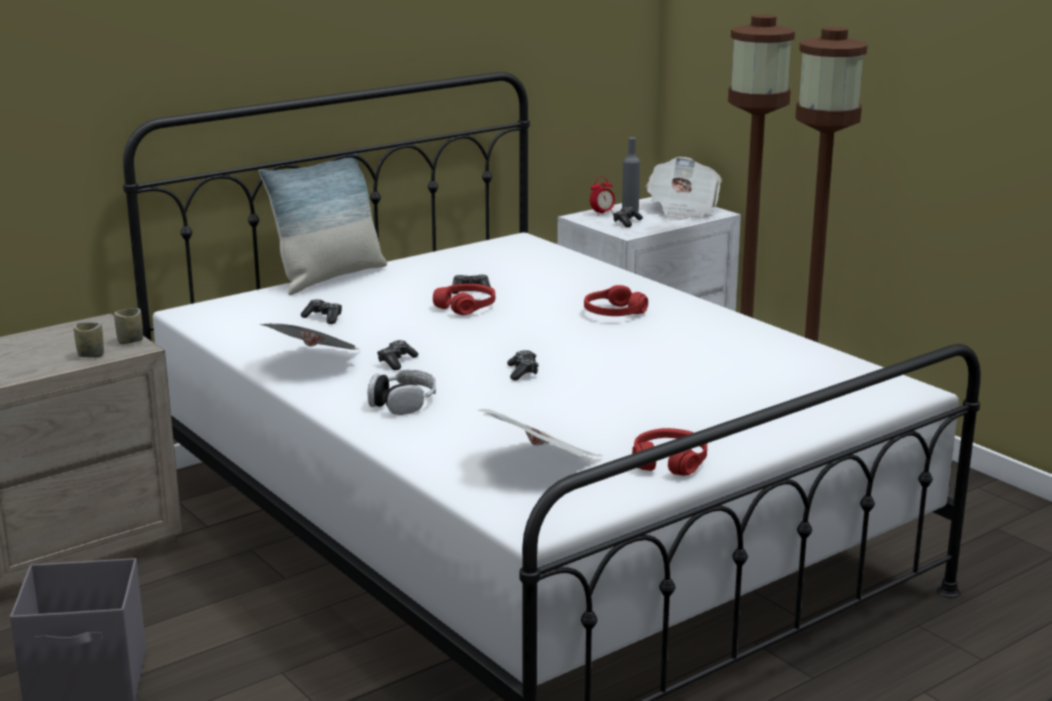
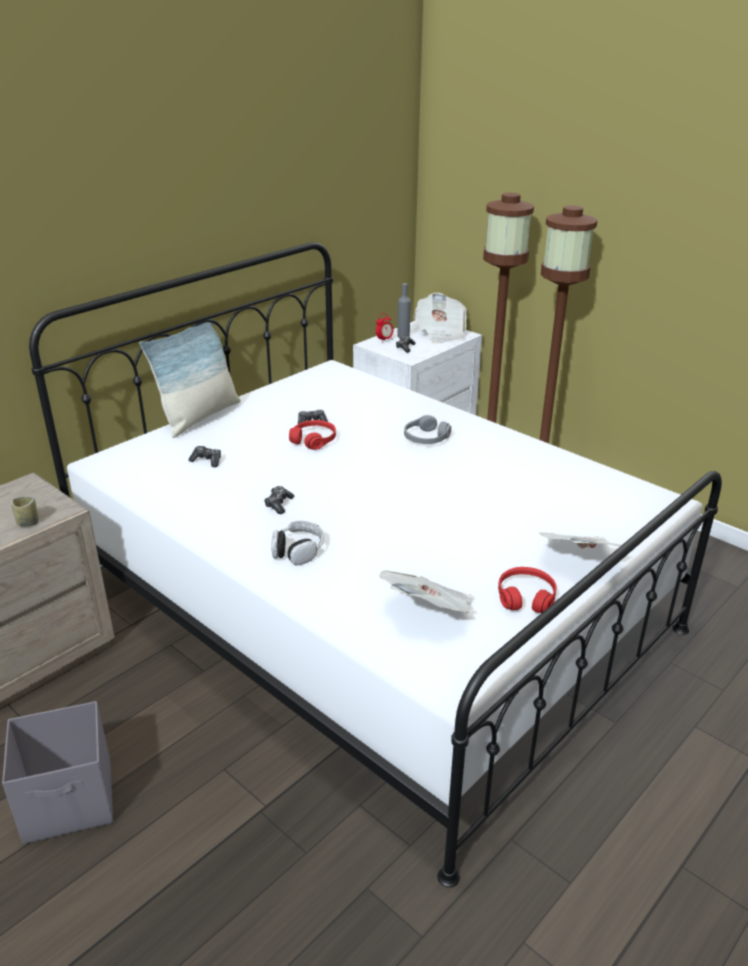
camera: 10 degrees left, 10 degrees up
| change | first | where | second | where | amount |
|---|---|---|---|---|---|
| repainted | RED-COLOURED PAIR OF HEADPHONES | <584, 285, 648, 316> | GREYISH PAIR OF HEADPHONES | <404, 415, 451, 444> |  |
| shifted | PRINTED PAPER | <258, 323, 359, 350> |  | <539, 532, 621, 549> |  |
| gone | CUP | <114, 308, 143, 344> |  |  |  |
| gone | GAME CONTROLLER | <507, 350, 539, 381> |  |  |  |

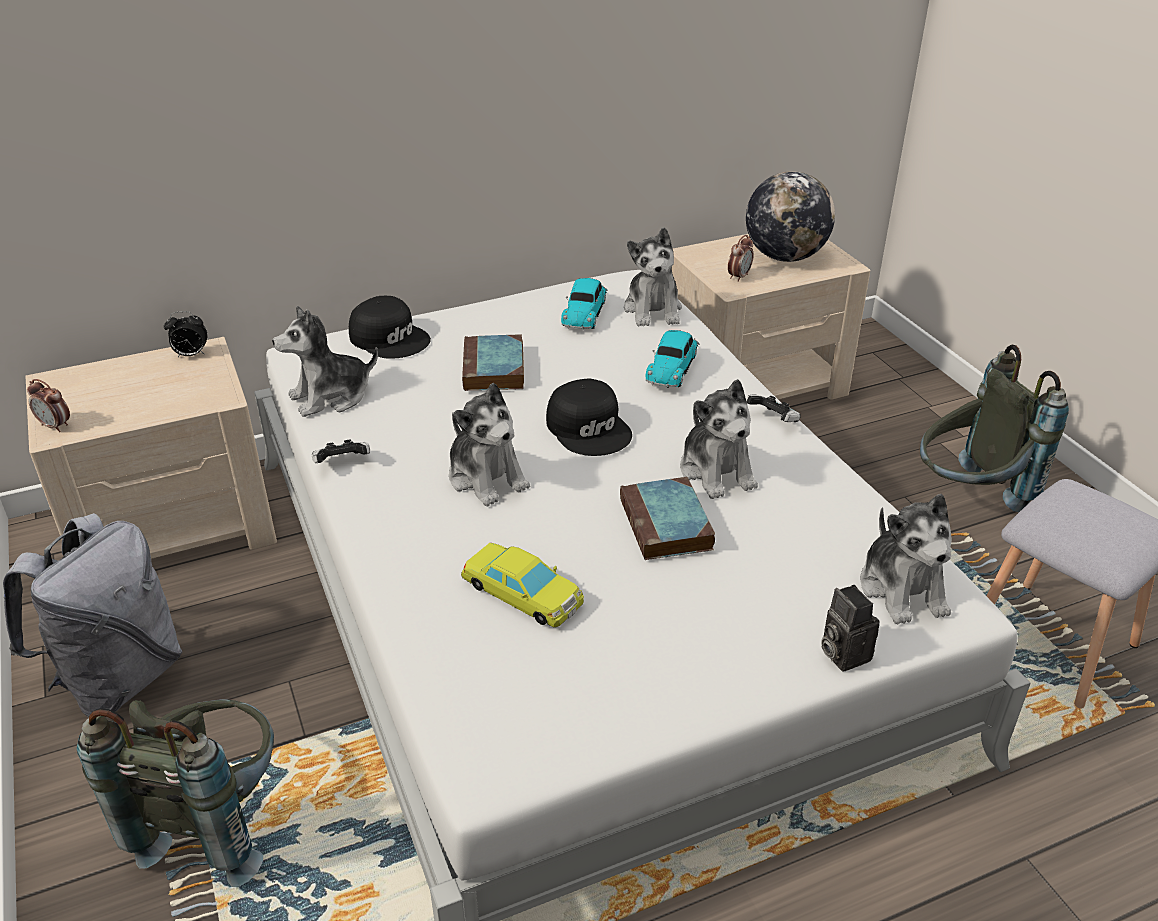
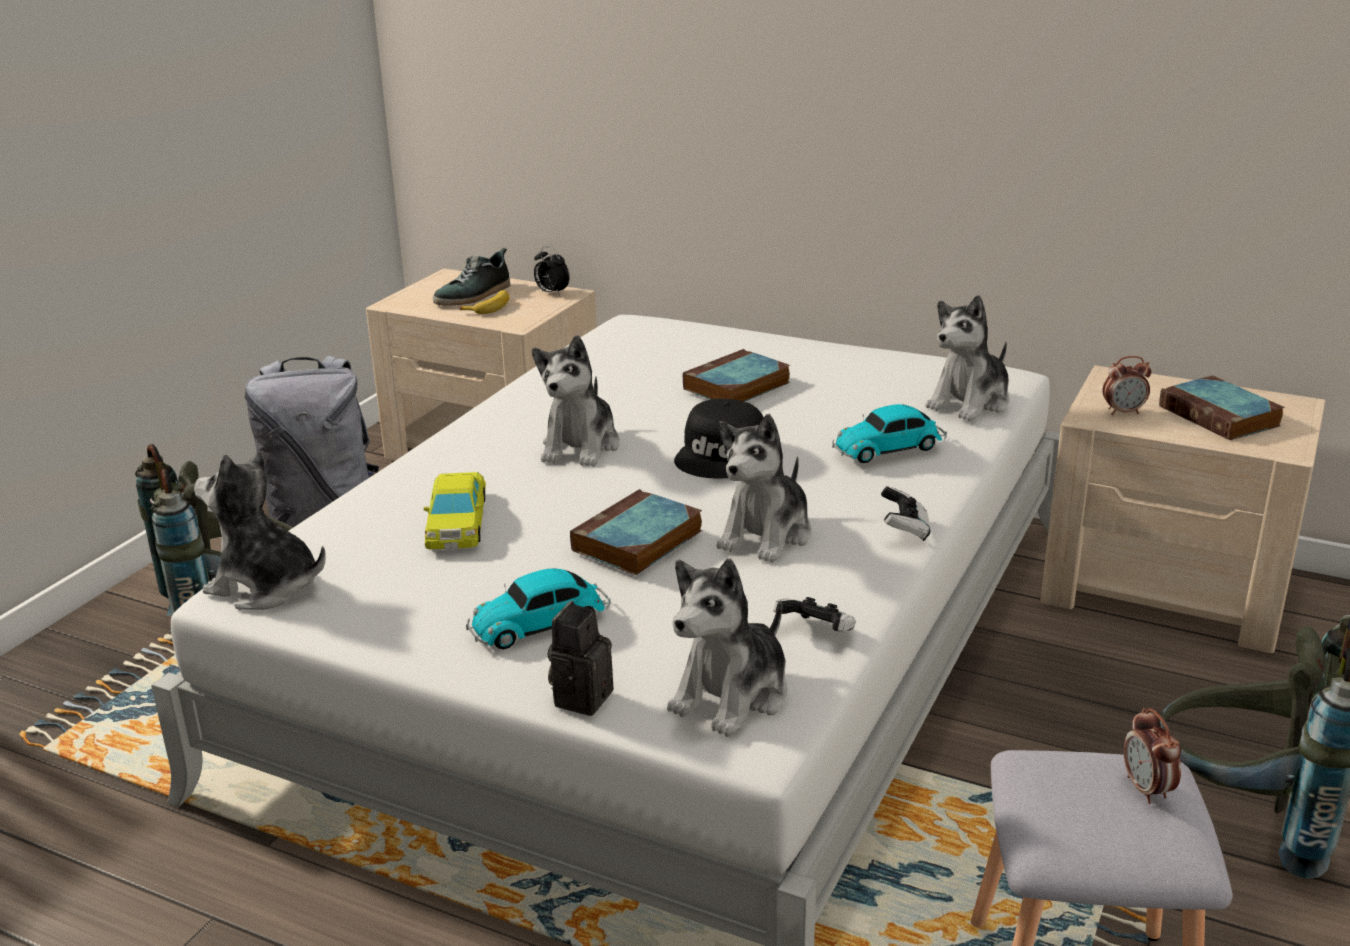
camera: 50 degrees right, 10 degrees down
| change | first | where | second | where | amount |
|---|---|---|---|---|---|
| shifted | PLUSH TOY | <272, 306, 378, 417> |  | <194, 450, 326, 610> |  |
| new |  |  | SHOE | <433, 248, 510, 306> |  |
| new |  |  | BANANA | <460, 290, 510, 314> |  |
| shifted | MINIATURE CAR | <561, 278, 608, 330> |  | <466, 568, 611, 649> |  |
| shifted | GAME CONTROLLER | <312, 439, 370, 463> |  | <773, 597, 856, 632> |  |
| shifted | BEDSIDE CLOCK | <27, 379, 70, 432> |  | <1124, 708, 1181, 804> |  |
| swapped | DESK GLOBE | <746, 171, 835, 262> | BOUND BOOK | <1159, 375, 1285, 440> |  |
| gone | BLACK CAP | <349, 296, 431, 359> |  |  |  |

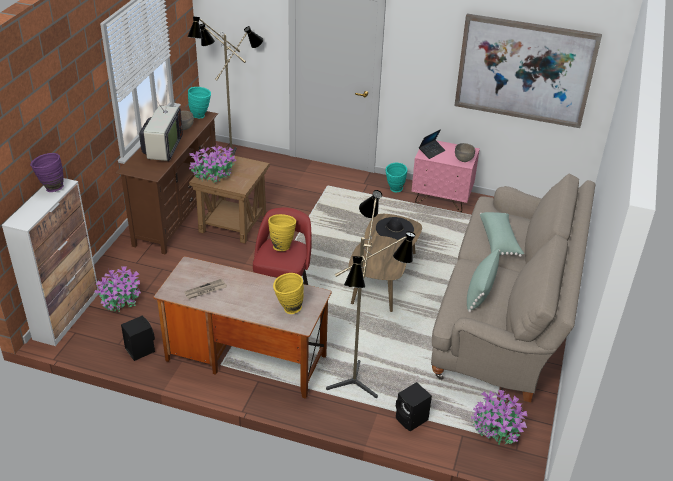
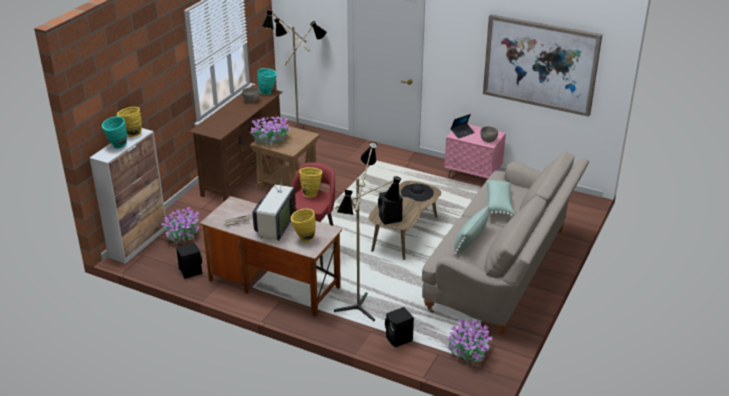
camera: 10 degrees right, 5 degrees down
| change | first | where | second | where | amount |
|---|---|---|---|---|---|
| shifted | TURQUOISE-COLOURED FLOWER VASE | <386, 162, 407, 192> |  | <102, 116, 127, 149> |  |
| repainted | PURPLE-COLOURED FLOWER VASE | <30, 153, 64, 192> | YELLOW-COLOURED FLOWER VASE | <116, 107, 142, 137> |  |
| shifted | TELEVISION | <139, 93, 183, 162> |  | <253, 164, 296, 241> |  |
| new |  |  | BLACK LOUDSPEAKER | <378, 192, 403, 225> |  |

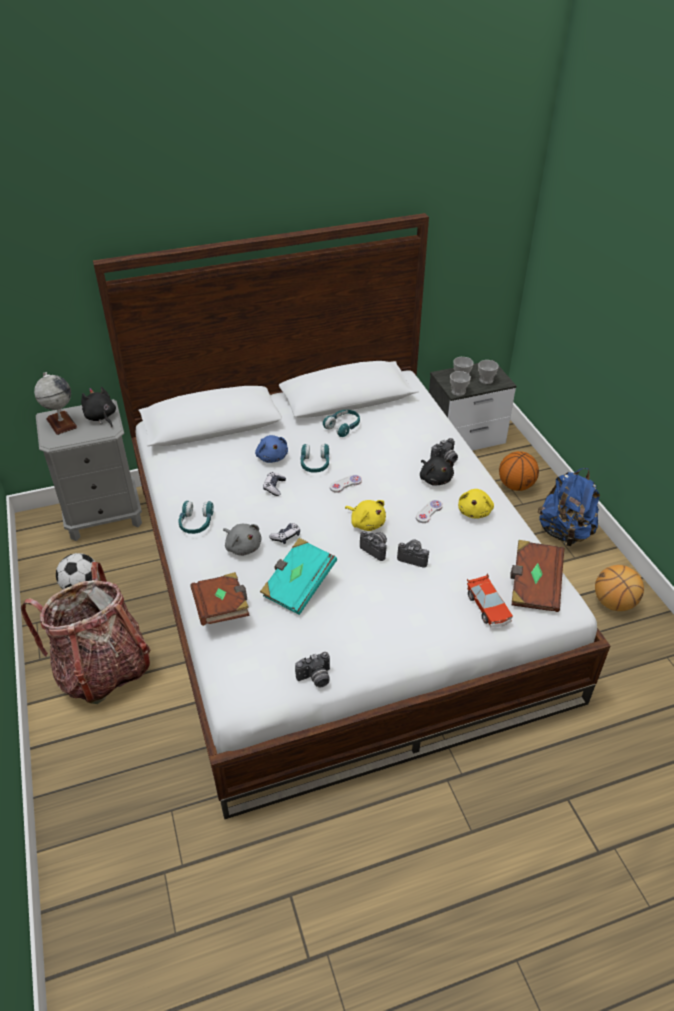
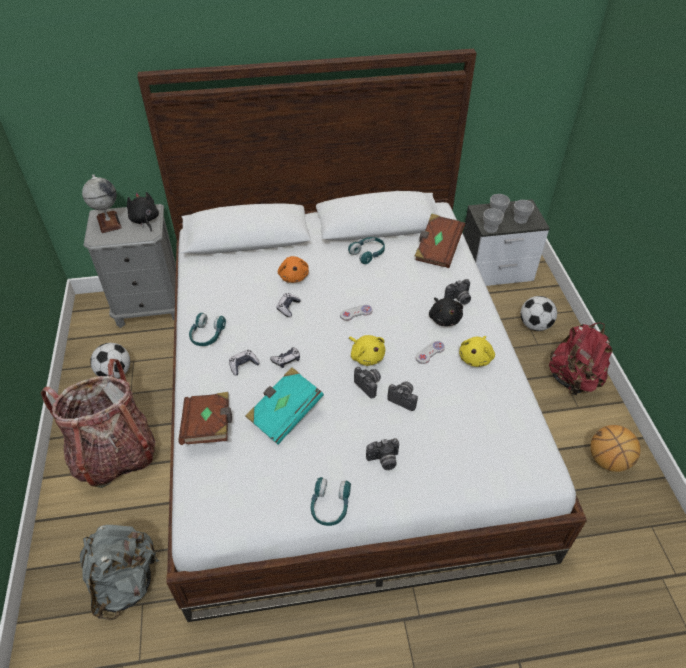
camera: 10 degrees right, 5 degrees up
| change | first | where | second | where | amount |
|---|---|---|---|---|---|
| new |  |  | GREYISH RUCKSACK | <80, 525, 160, 620> |  |
| swapped | GREYISH PLUSH TOY | <223, 524, 261, 556> | GAME CONTROLLER | <229, 350, 260, 375> |  |
| repainted | BLUE-COLOURED PLUSH TOY | <255, 435, 288, 463> | ORANGE-COLOURED PLUSH TOY | <278, 256, 309, 283> |  |
| shifted | TURQUOISE-COLOURED PAIR OF HEADPHONES | <301, 444, 329, 473> |  | <311, 477, 351, 526> |  |
| shifted | PHOTO CAMERA | <295, 652, 330, 688> |  | <366, 438, 399, 470> |  |
| shifted | BROWN BOUND BOOK | <510, 540, 564, 612> |  | <415, 214, 465, 268> |  |
| swapped | BALL FOR BASKETBALL | <499, 451, 539, 491> | BALL FOR FOOTBALL | <521, 296, 557, 331> |  |
| repainted | BLUE-COLOURED RUCKSACK | <538, 468, 600, 546> | RED-COLOURED RUCKSACK | <549, 322, 613, 395> |  |
| gone | MINIATURE CAR | <467, 574, 513, 628> |  |  |  |

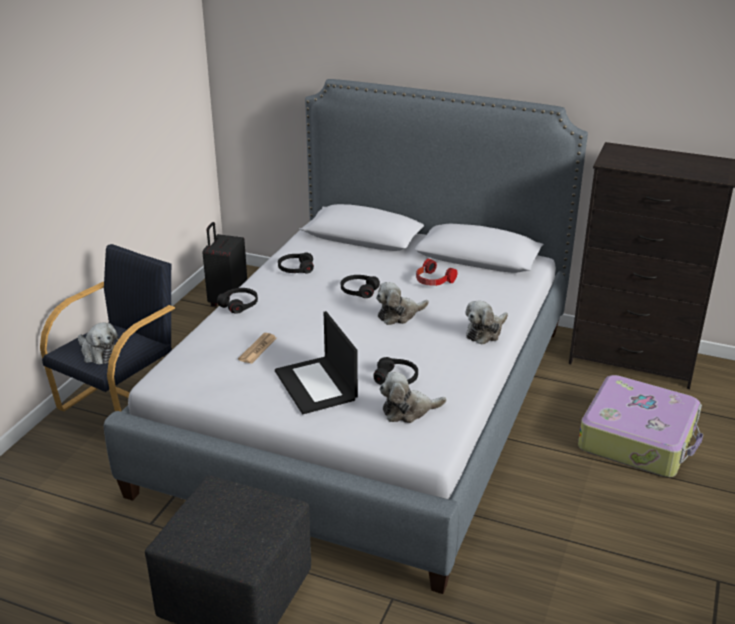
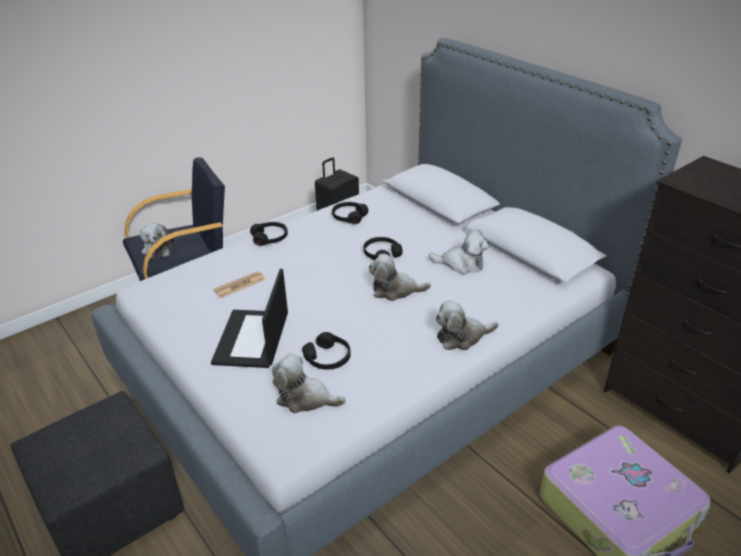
camera: 30 degrees right, 5 degrees up
| change | first | where | second | where | amount |
|---|---|---|---|---|---|
| swapped | PAIR OF HEADPHONES | <416, 259, 458, 286> | PLUSH TOY | <429, 230, 489, 275> |  |

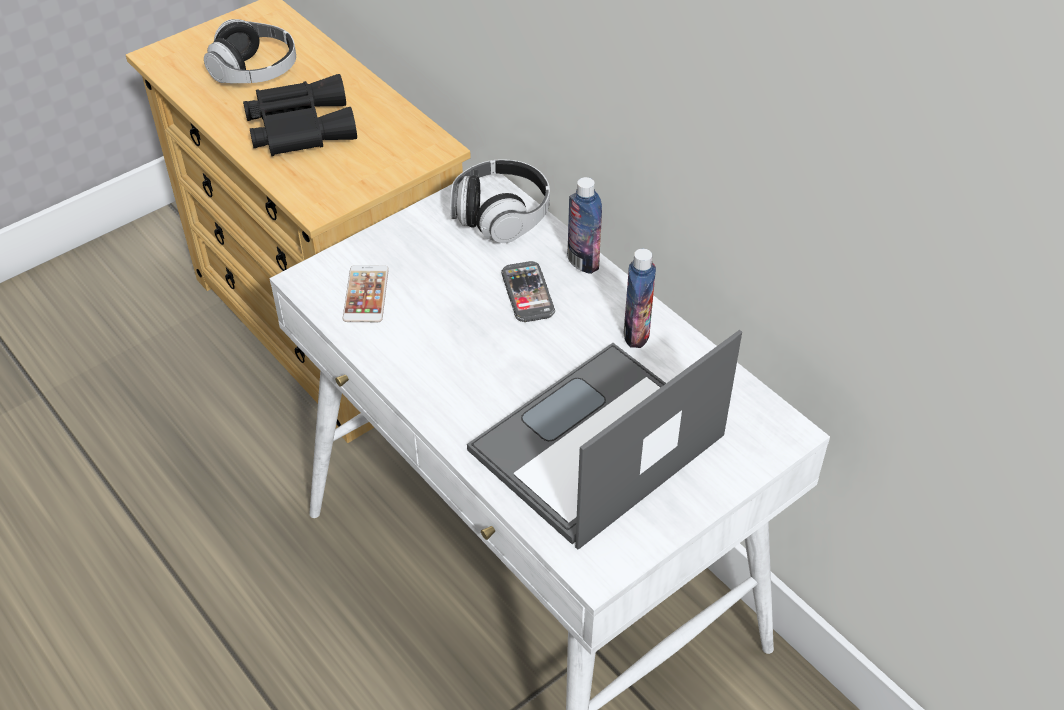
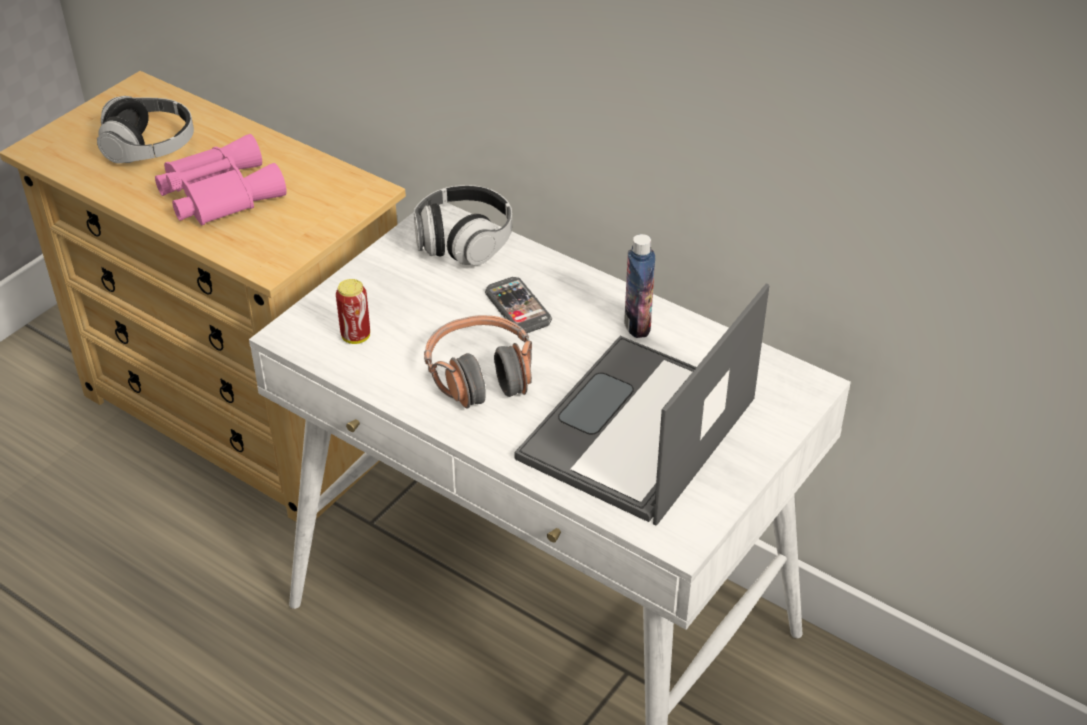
camera: 15 degrees left, 5 degrees down
| change | first | where | second | where | amount |
|---|---|---|---|---|---|
| repainted | BLACK FIELD GLASSES | <243, 74, 357, 156> | PINKISH FIELD GLASSES | <155, 134, 287, 225> |  |
| swapped | PHONE | <343, 265, 389, 322> | CAN | <336, 279, 370, 344> |  |
| new |  |  | PAIR OF HEADPHONES | <424, 315, 532, 409> |  |
| gone | BOTTLE | <567, 177, 602, 274> |  |  |  |

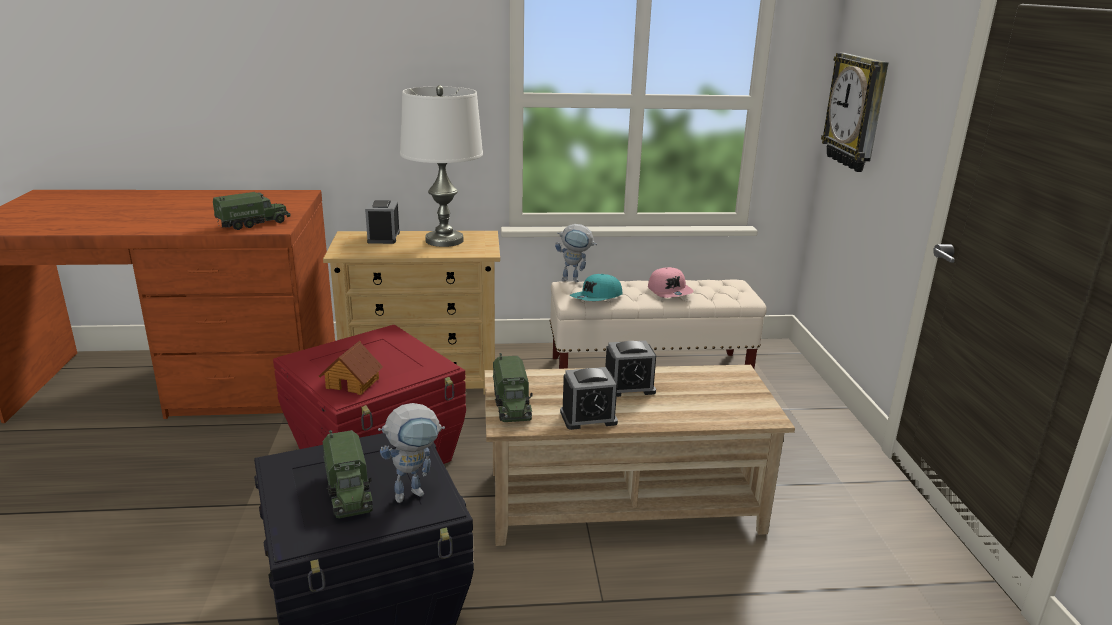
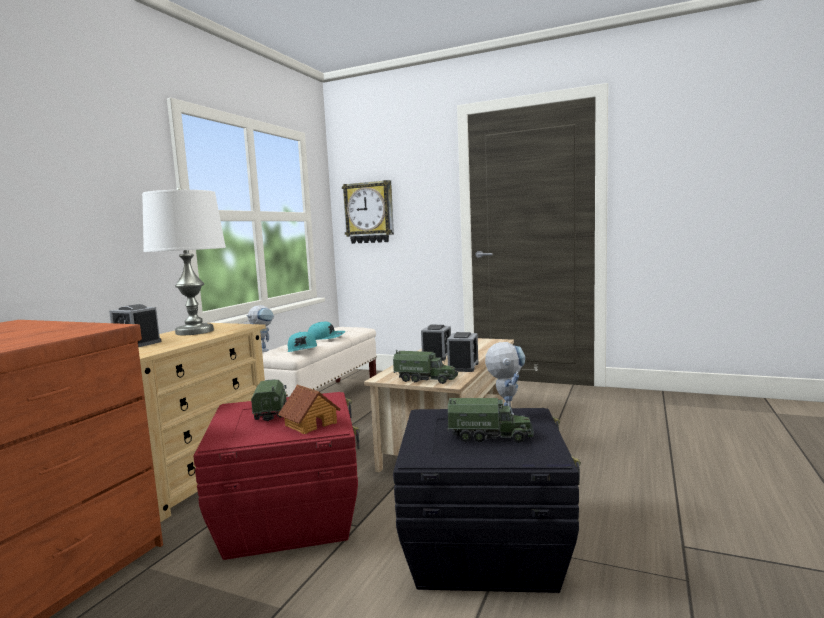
camera: 60 degrees left, 15 degrees down
| change | first | where | second | where | amount |
|---|---|---|---|---|---|
| shifted | MODEL TRUCK | <213, 192, 291, 230> |  | <251, 379, 287, 422> |  |
| repainted | PINKISH CAP | <648, 267, 693, 298> | TURQUOISE-COLOURED CAP | <308, 322, 345, 340> |  |

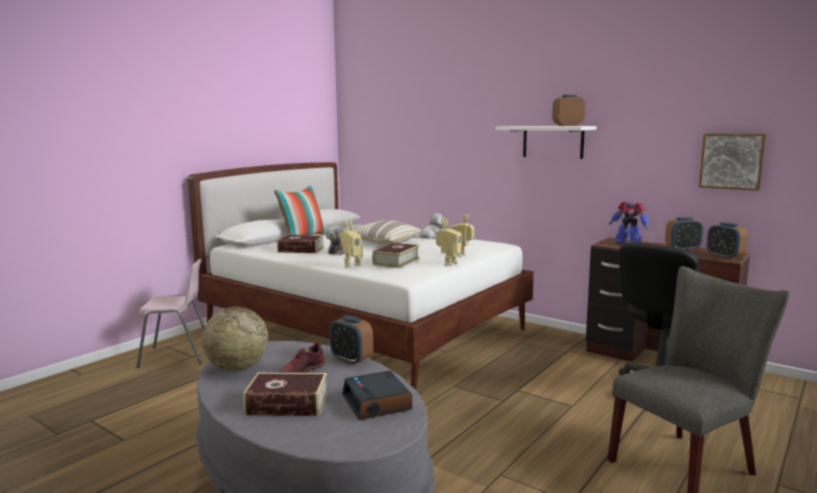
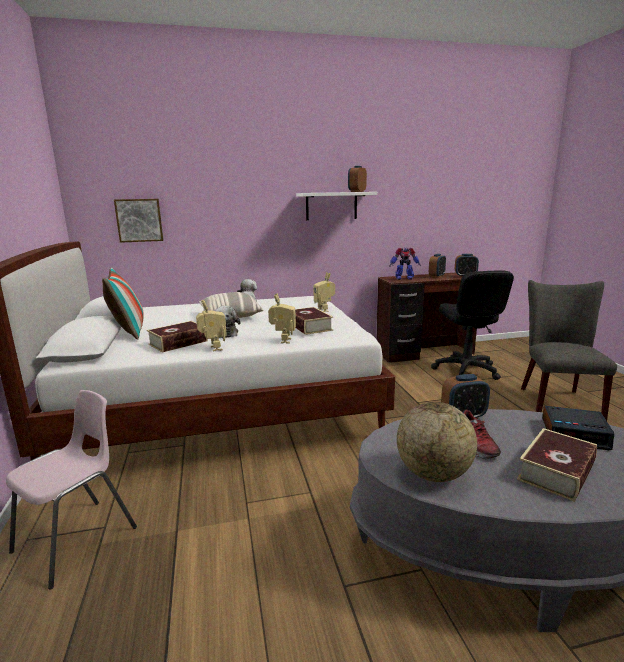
camera: 50 degrees left, 5 degrees up
| change | first | where | second | where | amount |
|---|---|---|---|---|---|
| shifted | PICTURE | <699, 134, 766, 191> |  | <114, 199, 163, 243> |  |
| shifted | ROBOT FIGURE | <436, 219, 462, 266> |  | <196, 300, 227, 352> |  |

